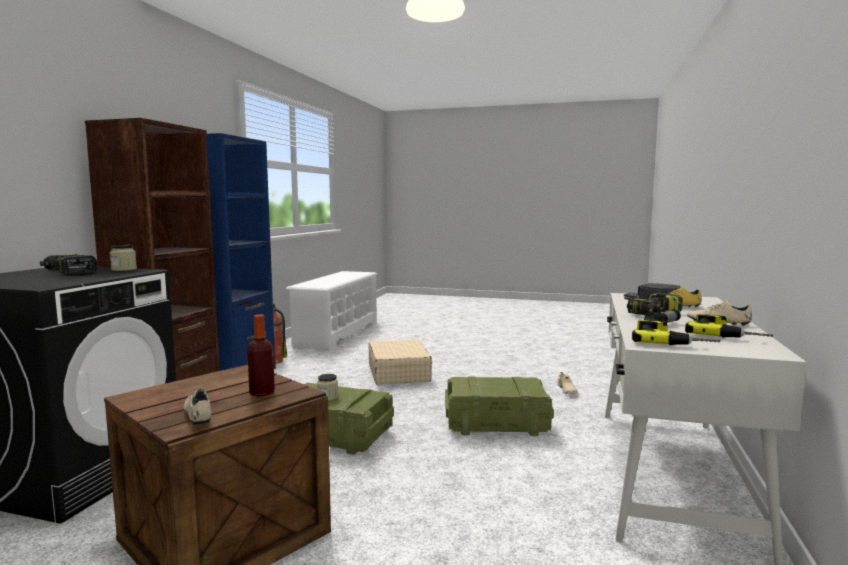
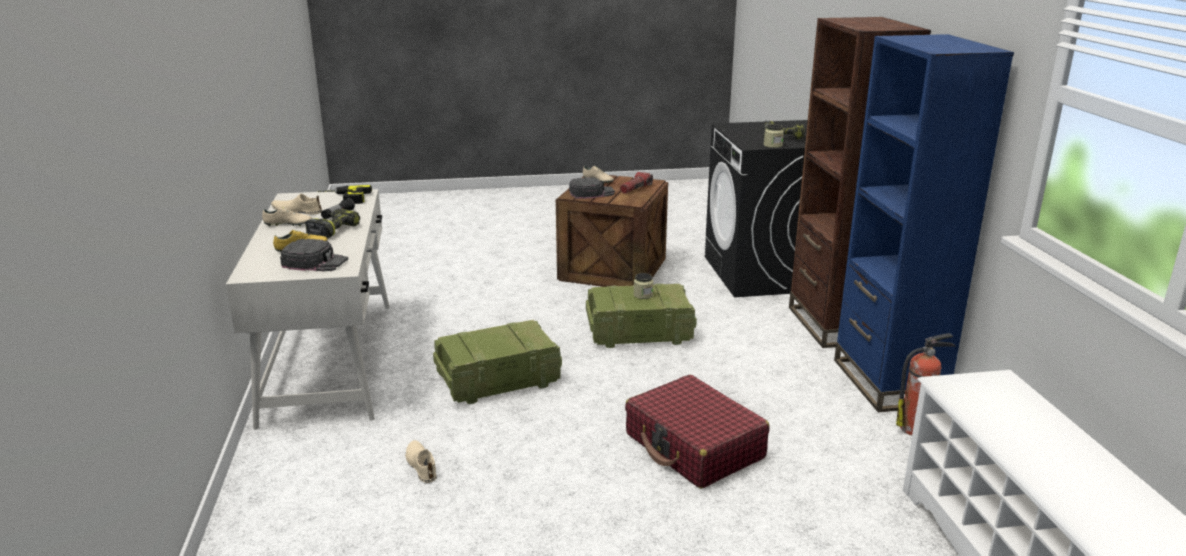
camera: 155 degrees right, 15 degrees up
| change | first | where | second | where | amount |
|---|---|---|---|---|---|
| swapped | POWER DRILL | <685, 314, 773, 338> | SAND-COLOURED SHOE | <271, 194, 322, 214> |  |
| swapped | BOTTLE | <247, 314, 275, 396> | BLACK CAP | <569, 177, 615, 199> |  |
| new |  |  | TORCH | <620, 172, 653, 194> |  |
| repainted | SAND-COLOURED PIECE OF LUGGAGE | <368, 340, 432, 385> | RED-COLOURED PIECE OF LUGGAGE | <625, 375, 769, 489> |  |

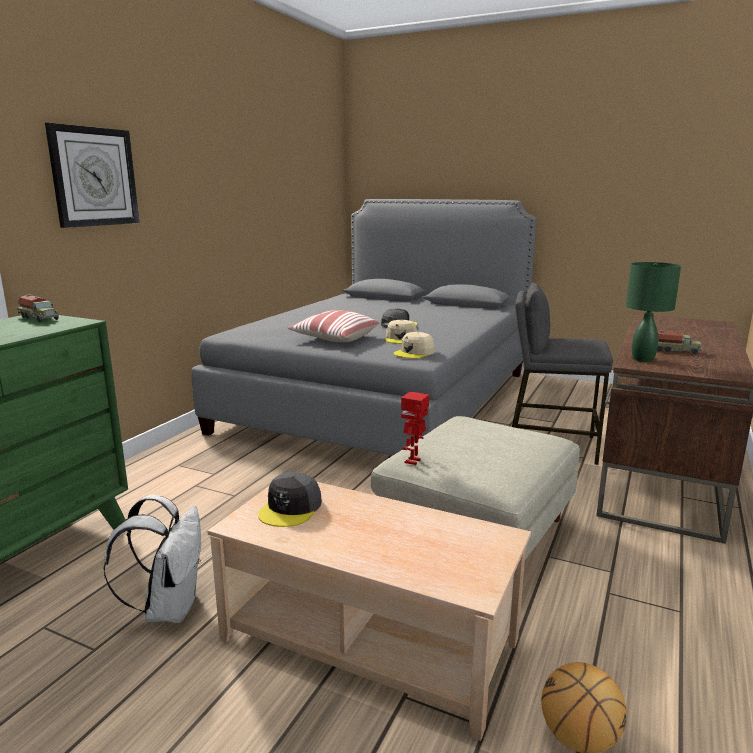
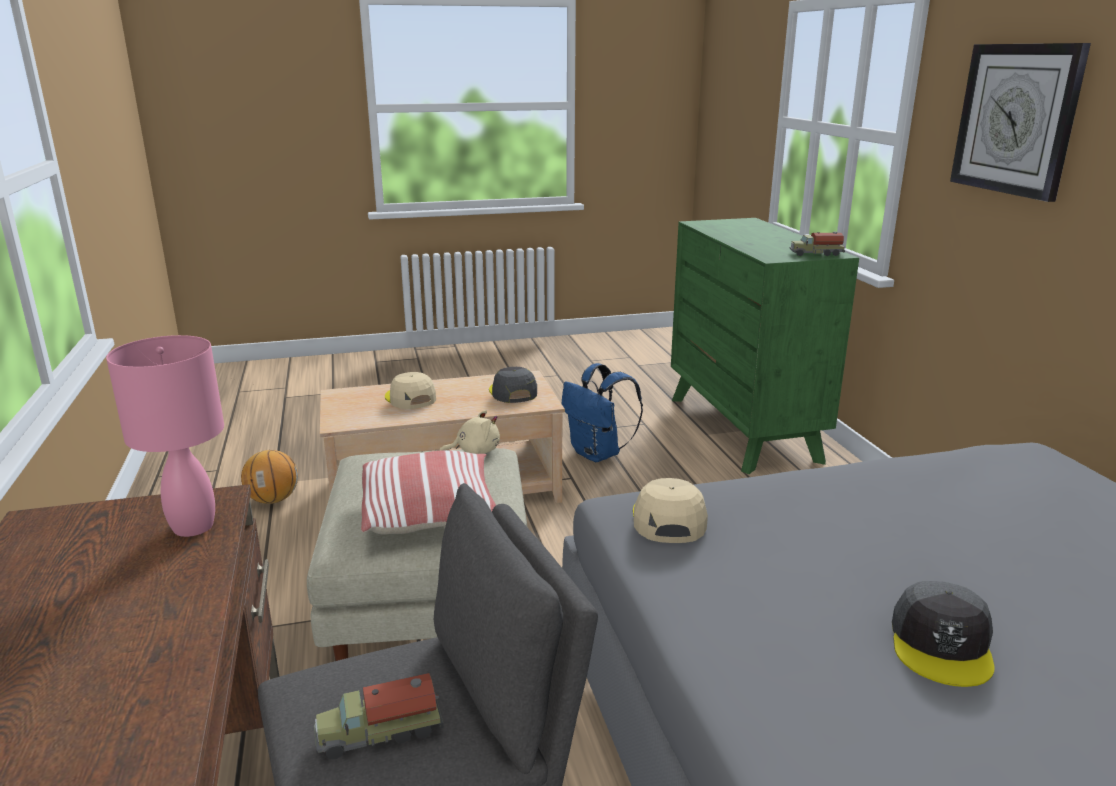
camera: 140 degrees right, 5 degrees up
| change | first | where | second | where | amount |
|---|---|---|---|---|---|
| repainted | GREENISH TABLE LAMP | <626, 262, 681, 362> | PINKISH TABLE LAMP | <106, 335, 224, 537> |  |
| shifted | MODEL TRUCK | <657, 331, 702, 355> |  | <314, 673, 444, 759> |  |
| shifted | THROW PILLOW | <288, 310, 380, 342> |  | <361, 450, 496, 535> |  |
| shifted | SAND-COLOURED CAP | <385, 320, 417, 344> |  | <385, 372, 436, 409> |  |
| swapped | ROBOT FIGURE | <401, 391, 429, 465> | SAND-COLOURED PLUSH TOY | <439, 410, 500, 454> |  |
| repainted | WHITE RUCKSACK | <104, 495, 201, 623> | BLUE-COLOURED RUCKSACK | <561, 363, 643, 462> |  |

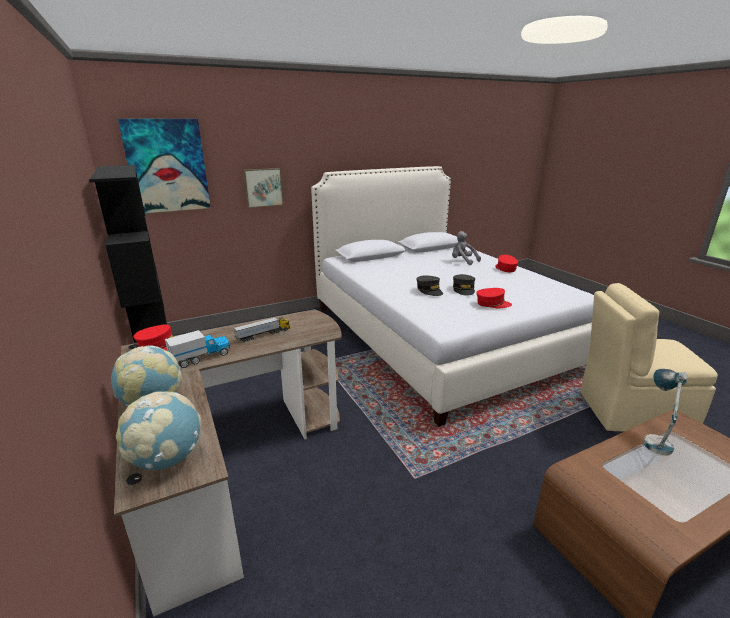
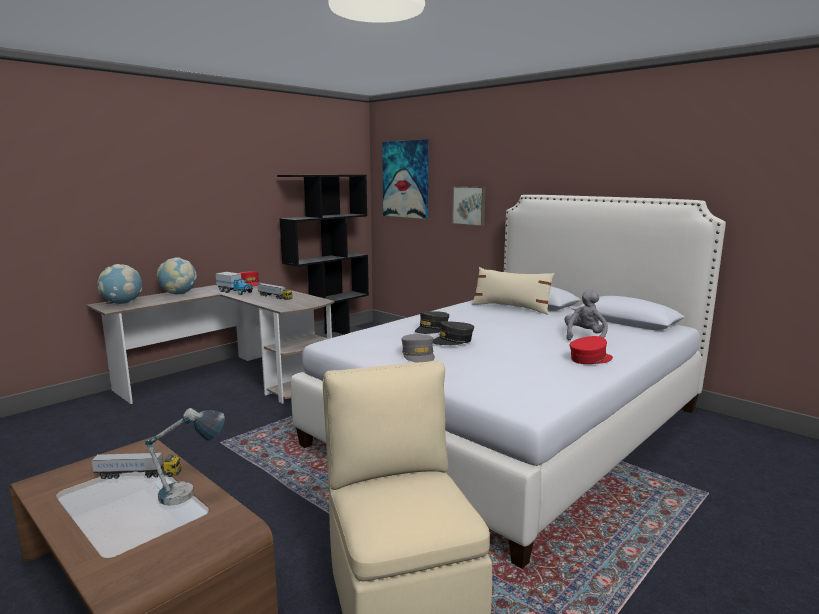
camera: 70 degrees right, 10 degrees down
| change | first | where | second | where | amount |
|---|---|---|---|---|---|
| new |  |  | MODEL TRUCK | <91, 452, 181, 479> |  |
| repainted | RED-COLOURED CAP | <476, 288, 512, 308> | GREYISH CAP | <401, 334, 435, 363> |  |
| new |  |  | SAND-COLOURED THROW PILLOW | <472, 267, 555, 314> |  |

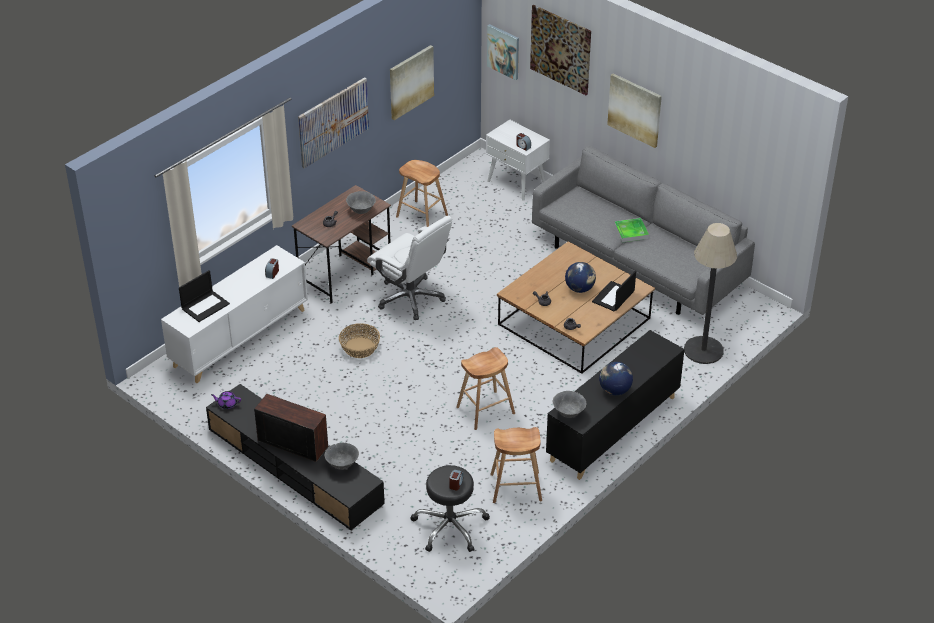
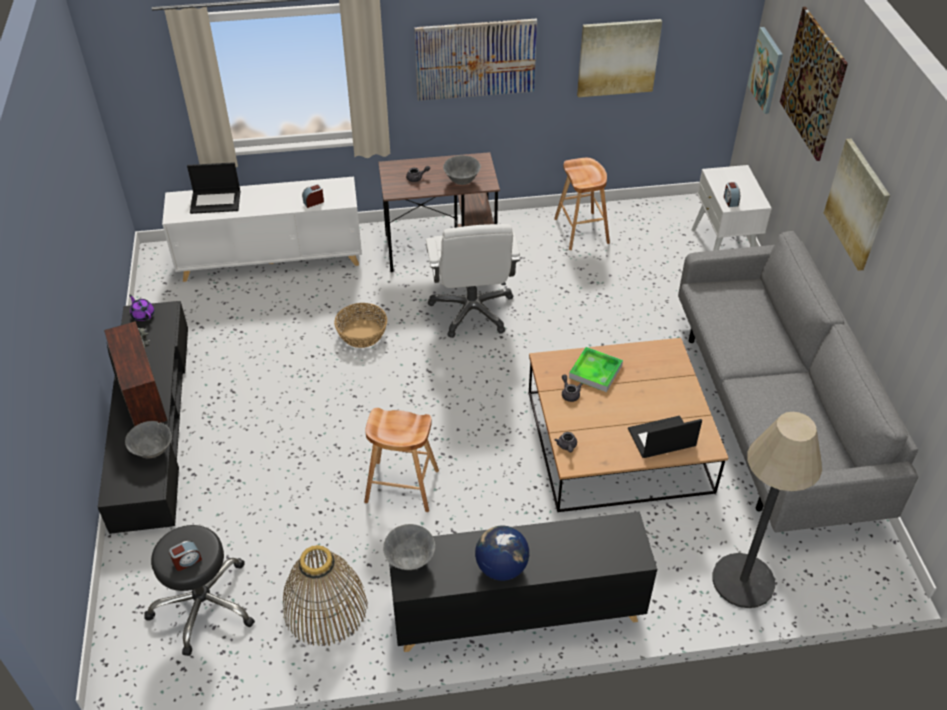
camera: 40 degrees right, 5 degrees up
| change | first | where | second | where | amount |
|---|---|---|---|---|---|
| swapped | BROWN STOOL SEAT | <490, 427, 542, 503> | BASKET | <283, 545, 368, 646> |  |
| shifted | CARRYING TRAY | <614, 218, 649, 243> |  | <569, 347, 623, 392> |  |
| gone | DESK GLOBE | <565, 262, 596, 293> |  |  |  |

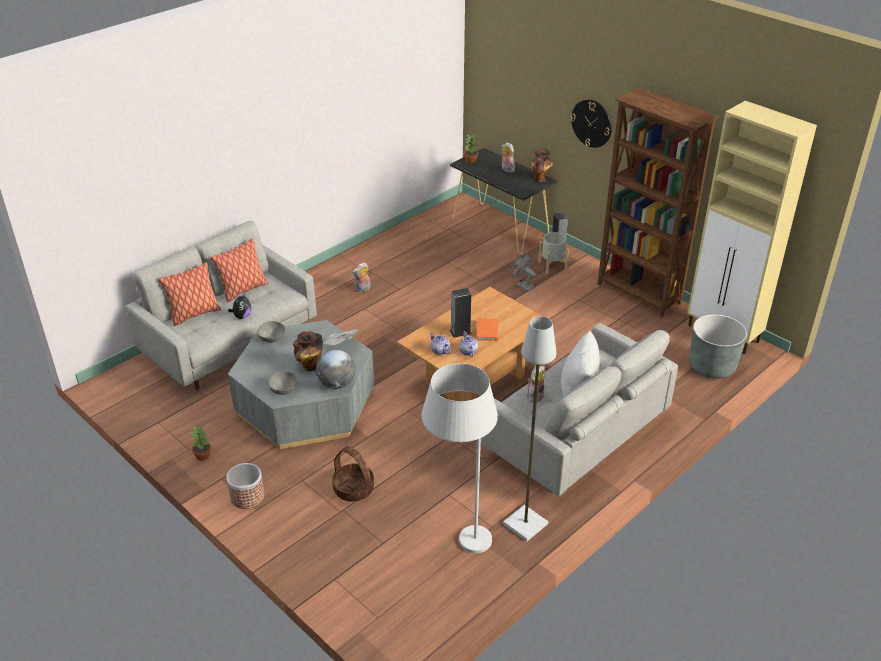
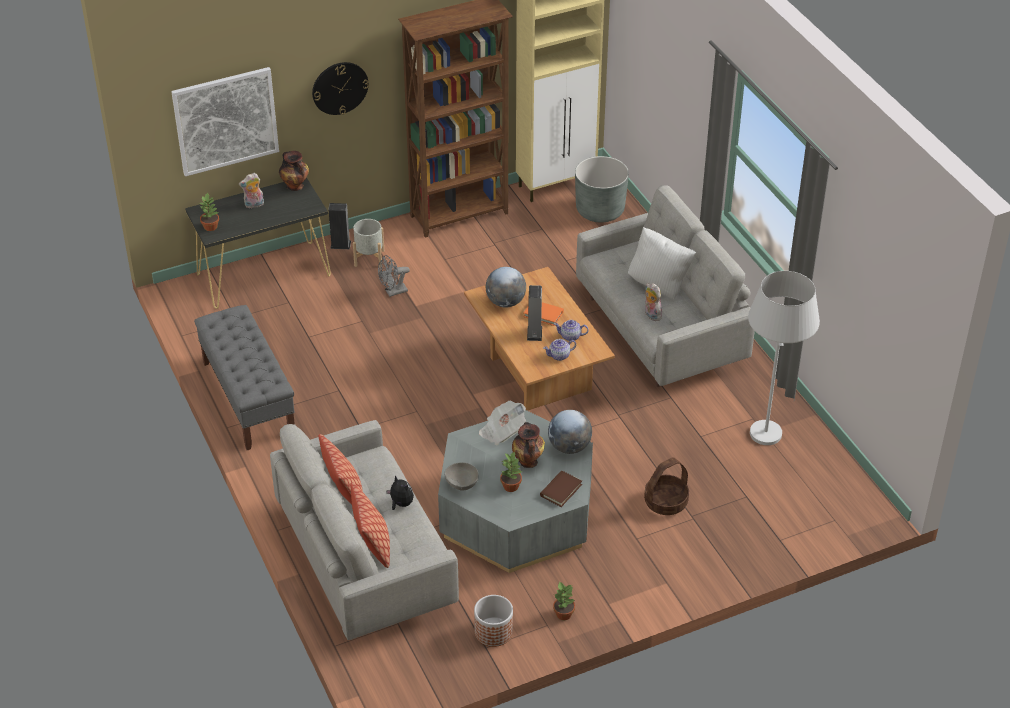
camera: 70 degrees left, 5 degrees up
| change | first | where | second | where | amount |
|---|---|---|---|---|---|
| new |  |  | PICTURE | <171, 67, 279, 177> |  |
| new |  |  | GREYISH BENCH | <194, 305, 295, 450> |  |
| shifted | PLANTER | <226, 463, 264, 509> |  | <474, 595, 513, 647> |  |
| new |  |  | DESK GLOBE | <486, 267, 526, 308> |  |
| new |  |  | PLANT IN A POT | <500, 451, 522, 492> |  |
| swapped | GREYISH SERVING BOWL | <268, 371, 297, 395> | BROWN BOUND BOOK | <540, 471, 582, 507> |  |
| gone | PLUSH TOY | <352, 262, 370, 292> |  |  |  |
| gone | GREYISH STANDING LAMP | <503, 316, 556, 542> |  |  |  |

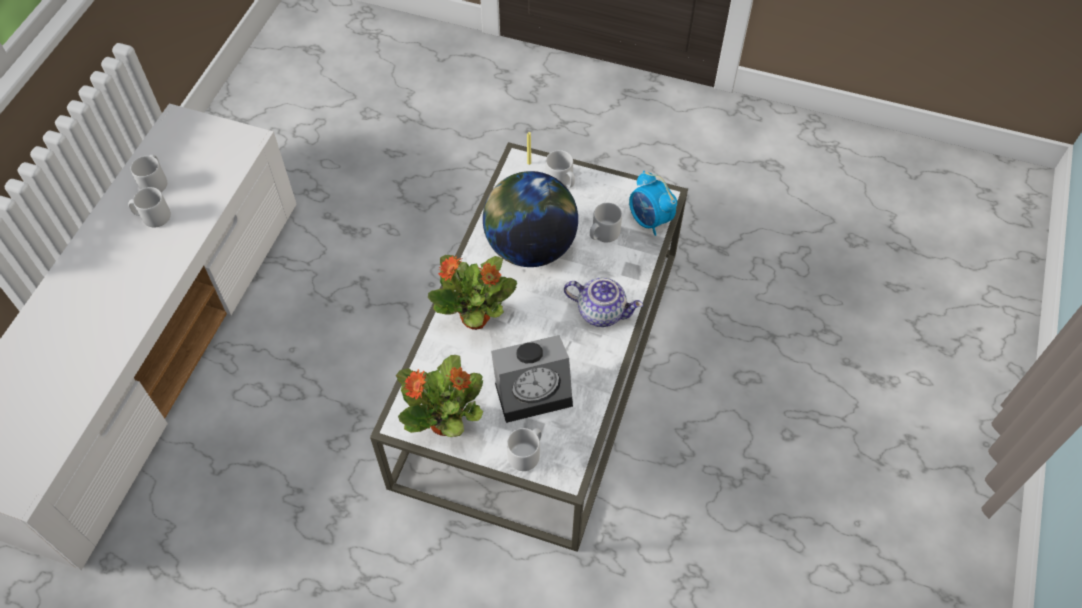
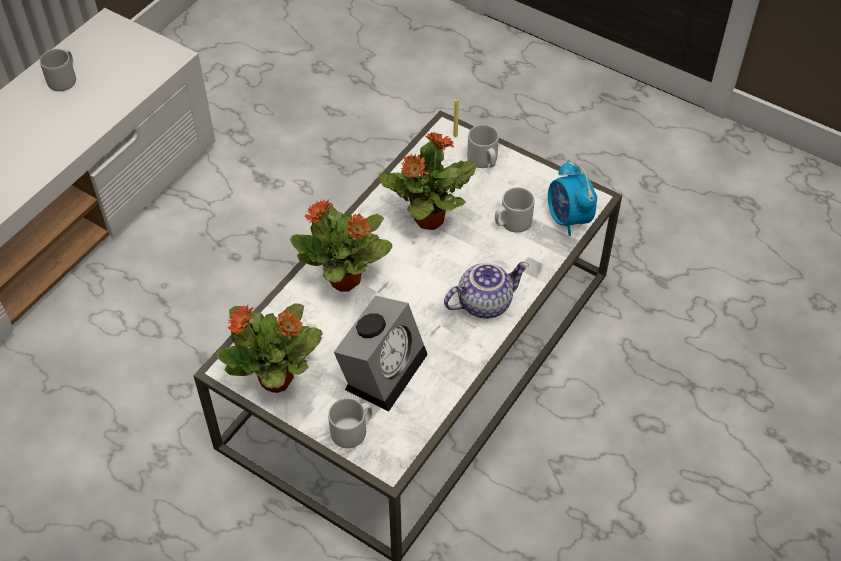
camera: 15 degrees right, 5 degrees down
| change | first | where | second | where | amount |
|---|---|---|---|---|---|
| rotated | BEDSIDE CLOCK | <491, 335, 573, 423> |  | <334, 296, 428, 412> | 60 degrees counterclockwise |
| swapped | DESK GLOBE | <483, 171, 578, 267> | PLANT IN A POT | <379, 132, 477, 230> |  |
| rotated | POT FOR TEA | <564, 278, 643, 327> |  | <444, 262, 529, 319> | 60 degrees counterclockwise |
| gone | GREYISH TEA MUG | <128, 187, 171, 227> |  |  |  |

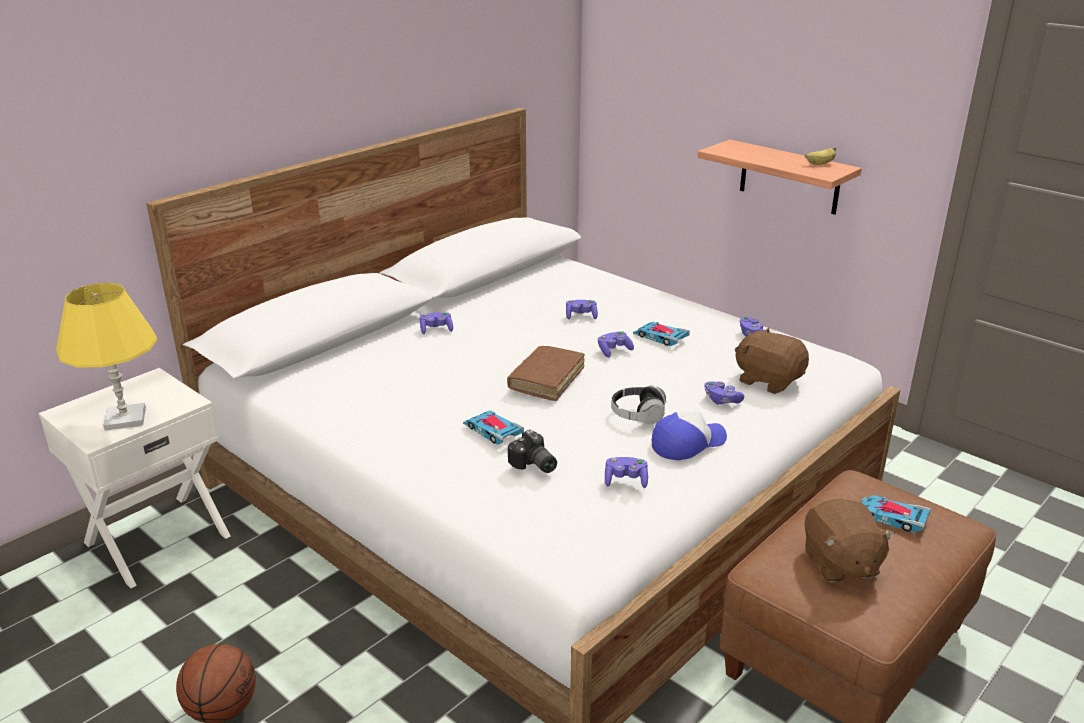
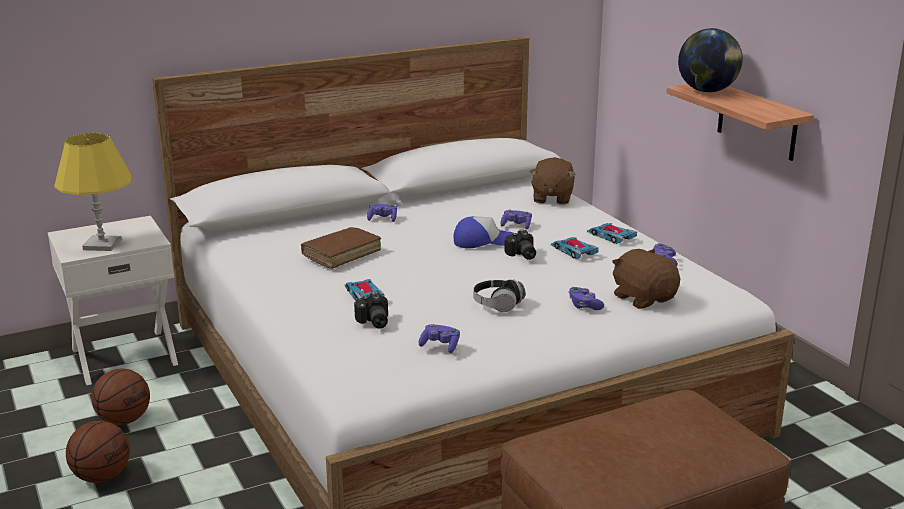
camera: 20 degrees right, 5 degrees down
| change | first | where | second | where | amount |
|---|---|---|---|---|---|
| new |  |  | BALL FOR BASKETBALL | <92, 369, 150, 425> |  |
| shifted | BROWN BOUND BOOK | <507, 346, 585, 401> |  | <301, 227, 381, 269> |  |
| shifted | CAP | <652, 412, 727, 460> |  | <453, 216, 513, 248> |  |
| swapped | PURPLE-COLOURED GAME CONTROLLER | <598, 331, 634, 357> | PHOTO CAMERA | <504, 229, 536, 260> |  |
| shifted | BROWN PLUSH TOY | <804, 499, 895, 583> |  | <530, 157, 576, 205> |  |
| shifted | MINIATURE CAR | <861, 495, 931, 532> |  | <587, 223, 637, 244> |  |
| new |  |  | DESK GLOBE | <678, 28, 743, 93> |  |
| gone | BANANA | <805, 147, 836, 165> |  |  |  |

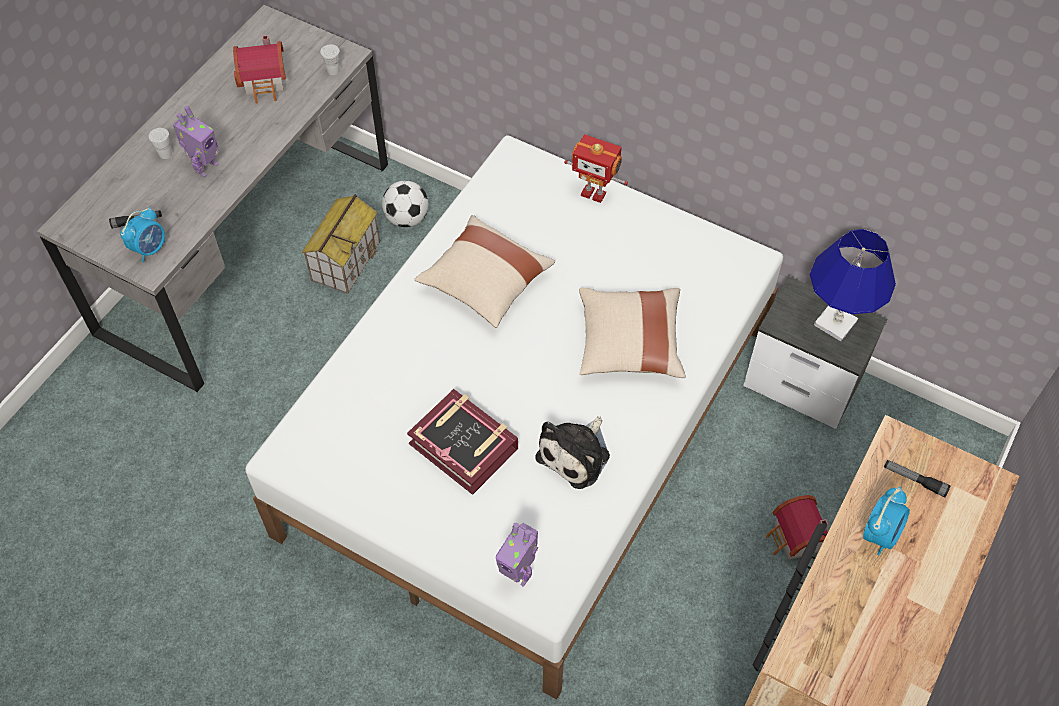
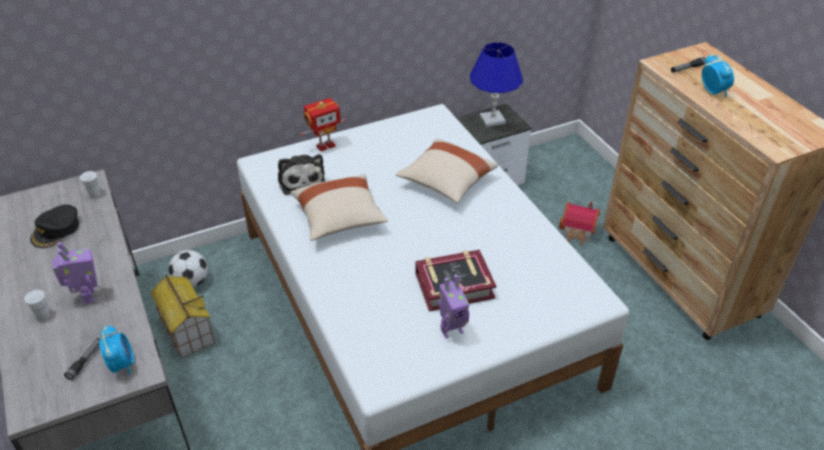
camera: 55 degrees left, 15 degrees down
| change | first | where | second | where | amount |
|---|---|---|---|---|---|
| swapped | MODEL HOUSE | <233, 35, 286, 103> | BLACK CAP | <30, 205, 79, 248> |  |
| shifted | PLUSH TOY | <535, 416, 610, 489> |  | <278, 154, 325, 195> |  |
| shifted | ROBOT FIGURE | <496, 522, 538, 587> |  | <438, 275, 469, 339> |  |

